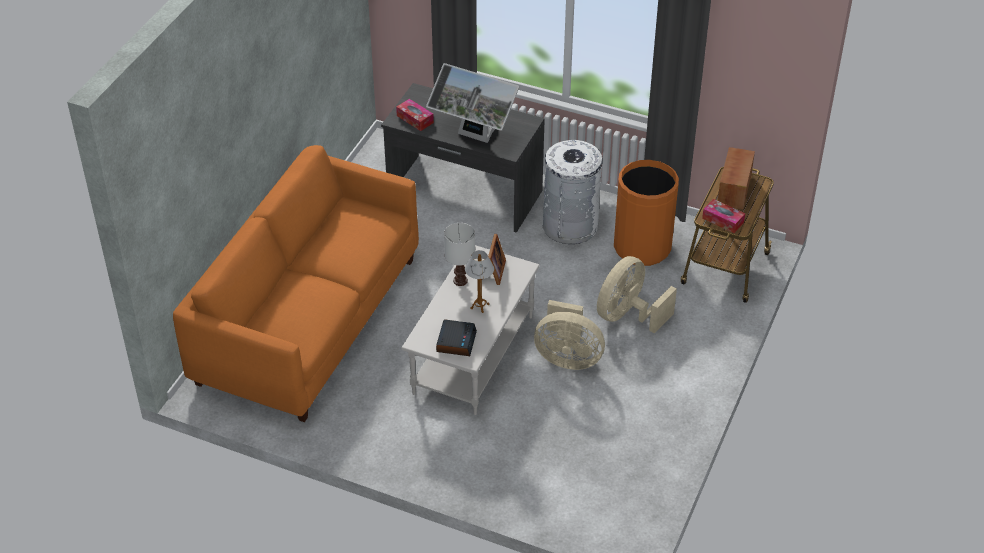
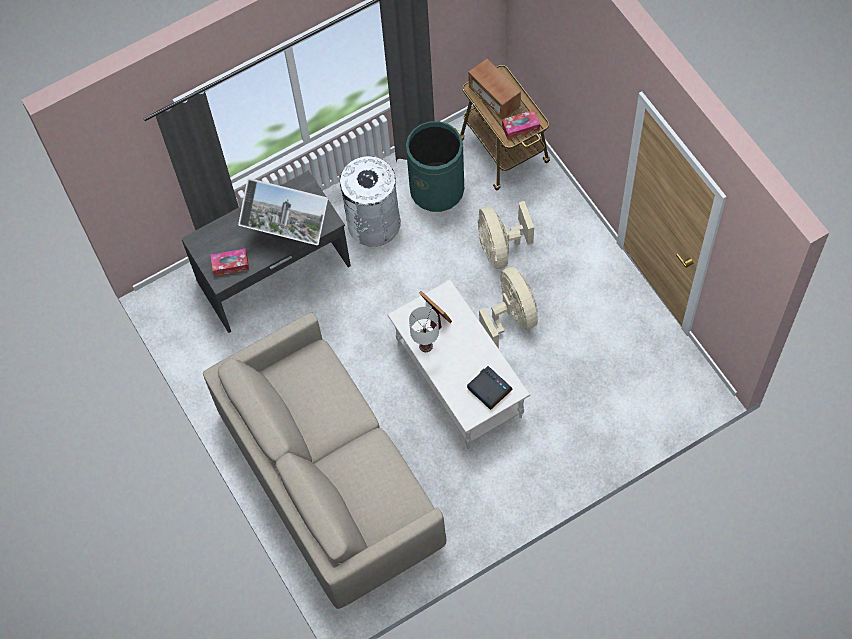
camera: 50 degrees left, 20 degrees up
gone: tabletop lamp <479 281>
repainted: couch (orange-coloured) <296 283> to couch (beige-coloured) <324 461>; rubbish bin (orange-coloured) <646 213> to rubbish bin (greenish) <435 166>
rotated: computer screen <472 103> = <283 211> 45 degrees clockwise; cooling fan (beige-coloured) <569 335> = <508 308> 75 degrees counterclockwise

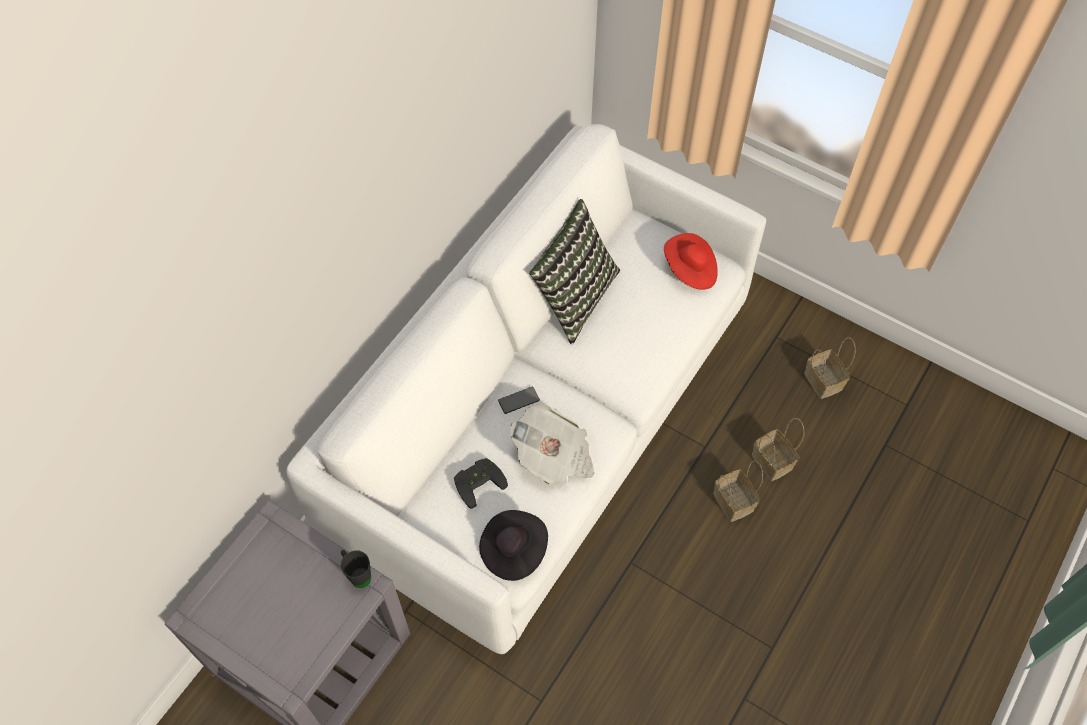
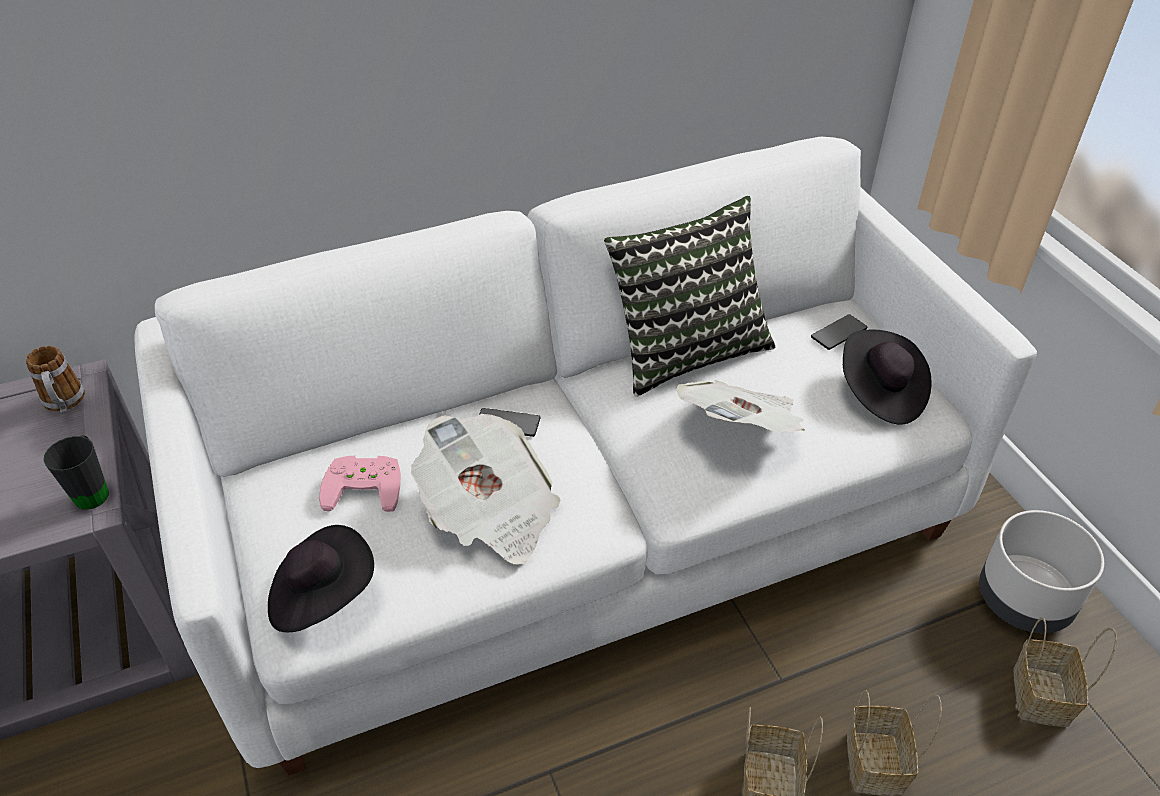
camera: 35 degrees right, 15 degrees down
new: tea mug <55 380>; printed paper <740 406>; phone <839 332>; plant pot (gray) <1041 571>
repainted: joypad (black-coloured) <481 483> to joypad (pink) <360 484>; clothing hat (red-coloured) <691 261> to clothing hat (black-coloured) <887 377>

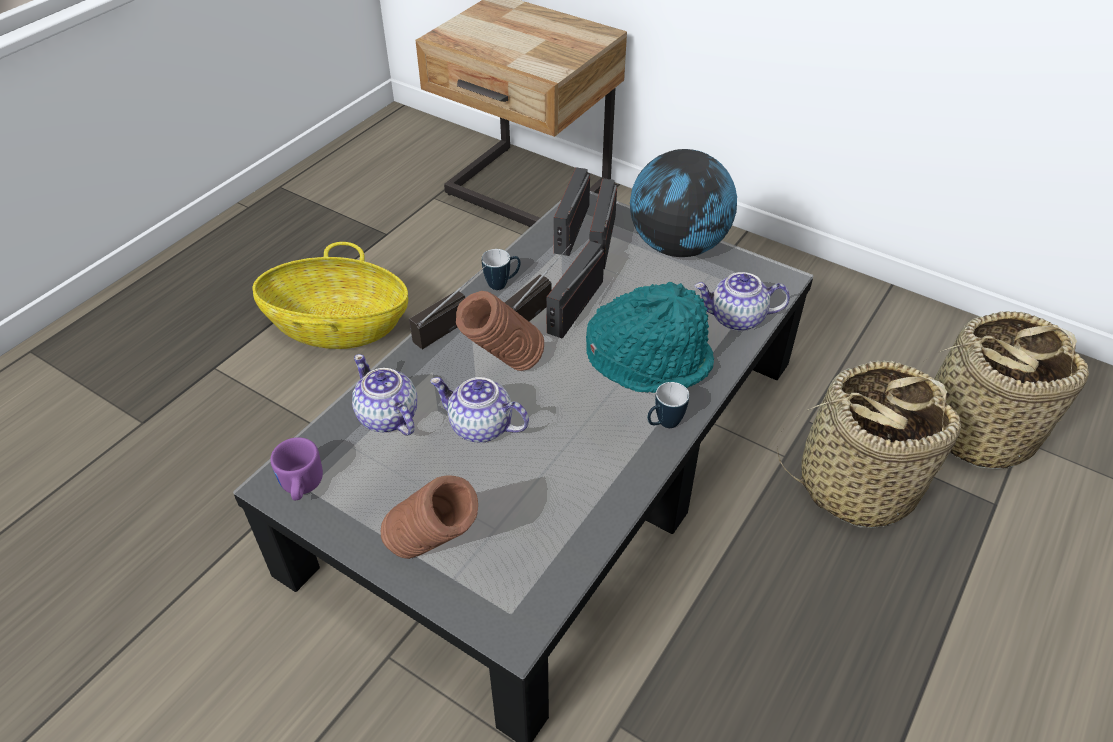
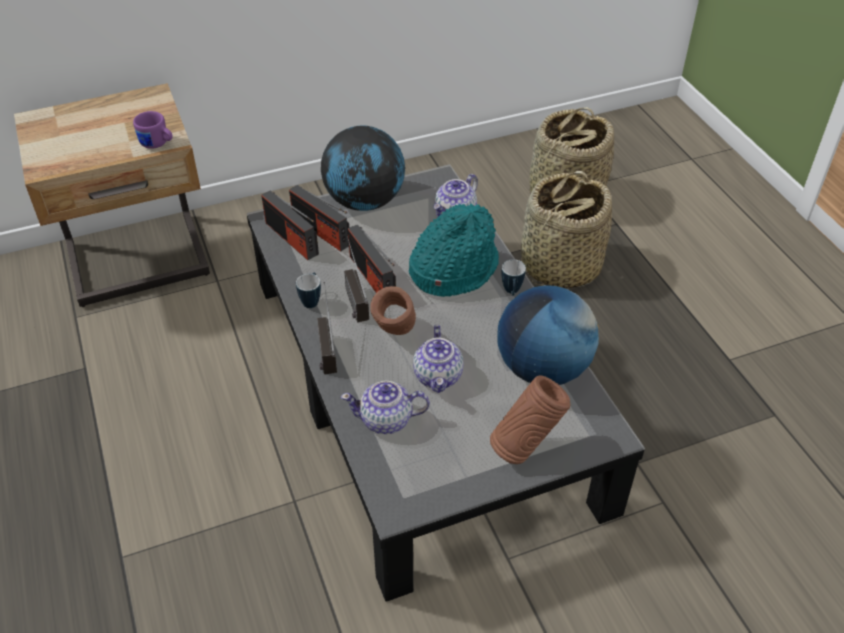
camera: 55 degrees left, 0 degrees up
gone: storage basket <330 295>
new: world globe <548 335>
shifted: tea mug (purple-coloured) <296 468> to <153 130>
rotated: teapot <479 410> = <438 359> 60 degrees counterclockwise

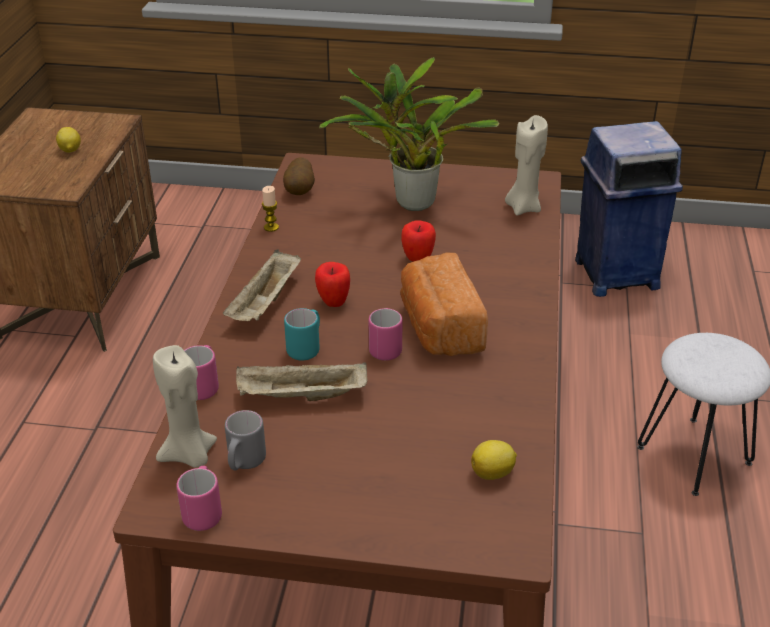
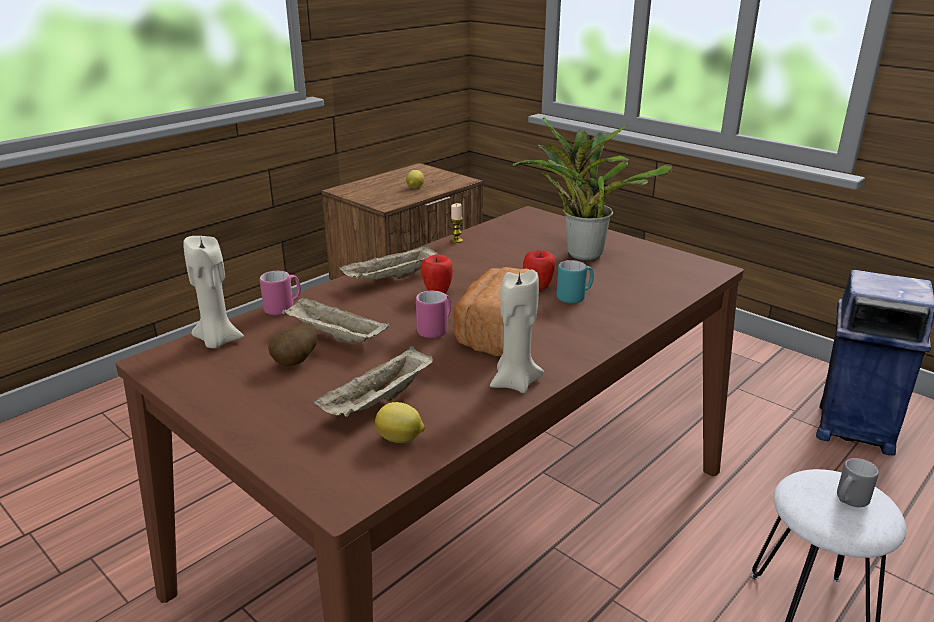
camera: 35 degrees right, 10 degrees down
gone: tea mug (pink) <199 498>
new: serving tray (beige-coloured) <373 381>
shifted: tea mug (gray) <245 440> to <858 482>; potato <299 176> to <292 344>; tea mug (blue-green) <302 334> to <575 282>; wax candle (beige-coloured) <526 165> to <517 331>

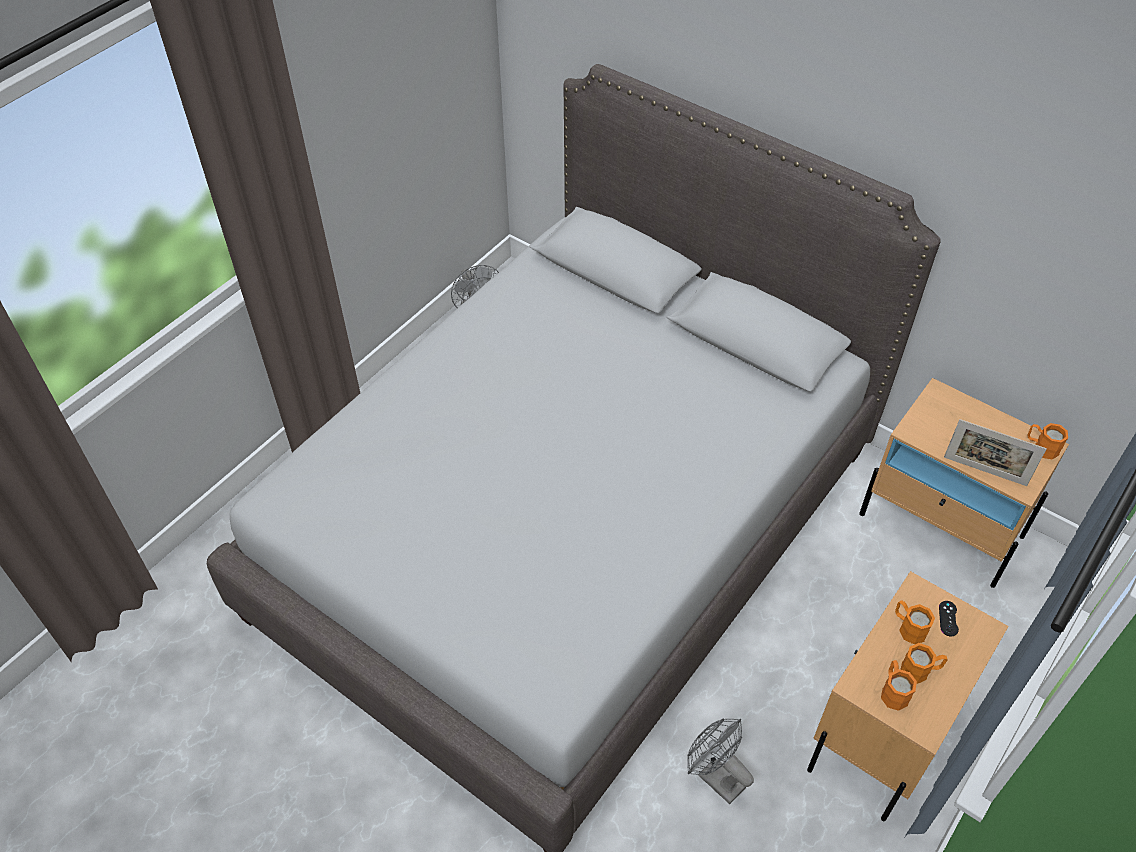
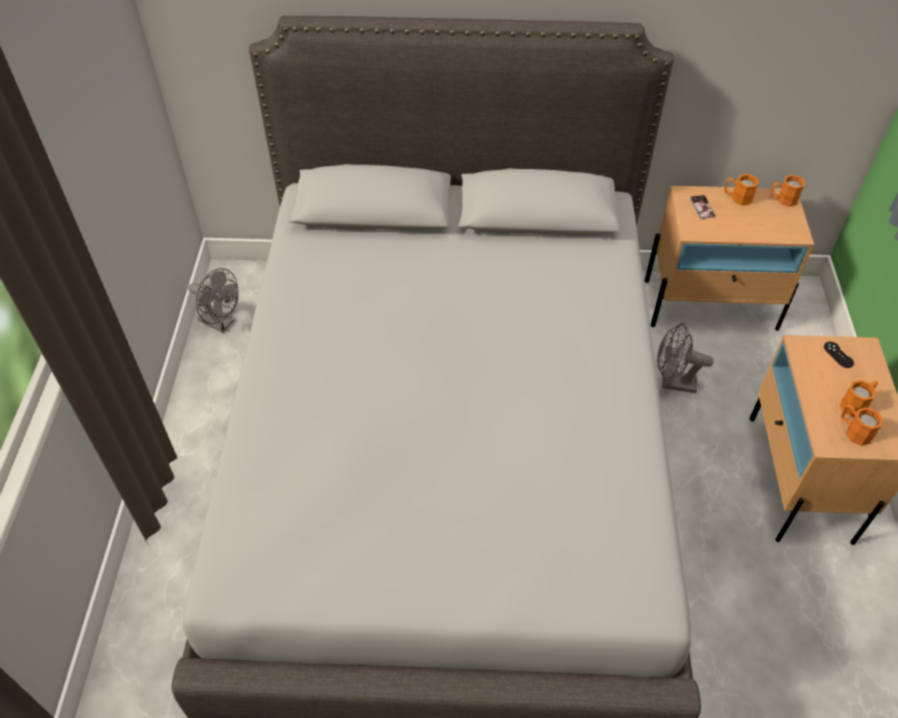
camera: 35 degrees left, 0 degrees up
gone: picture frame <995 452>
new: phone <702 207>
shifted: cooling fan (gray) <720 761> to <685 358>; tea mug (orange-coloured) <915 622> to <741 190>

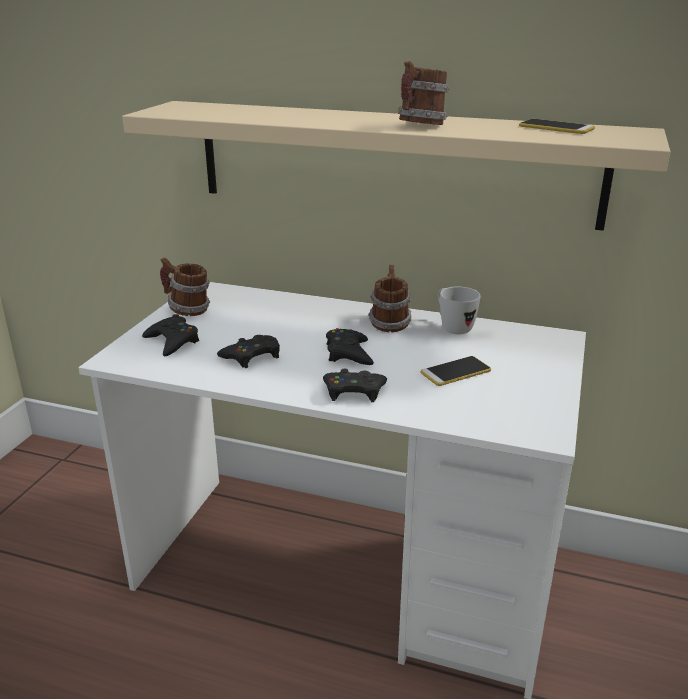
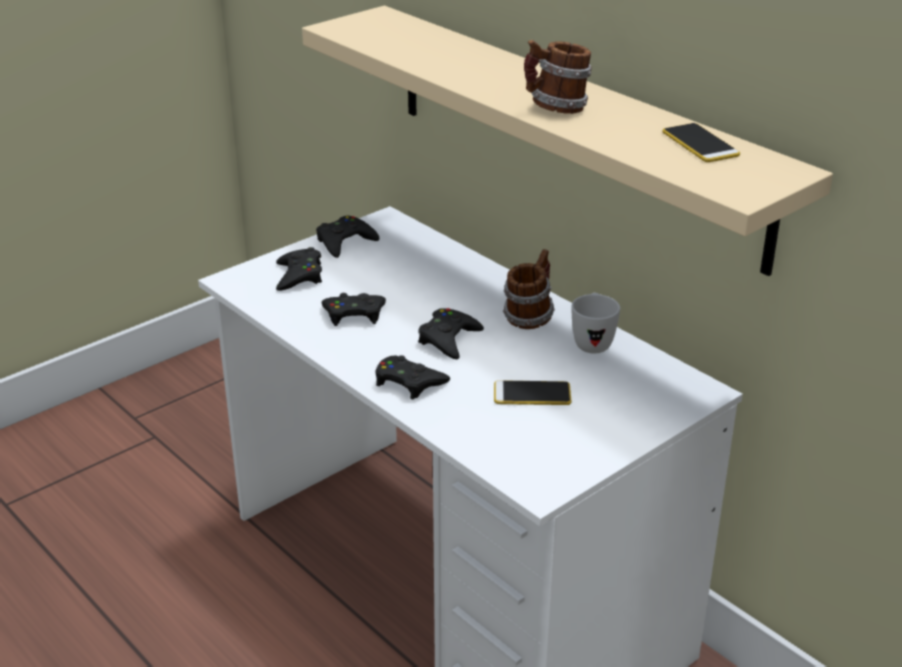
camera: 30 degrees right, 5 degrees up
swapped: tea mug <185 287> to joypad (black-coloured) <347 237>

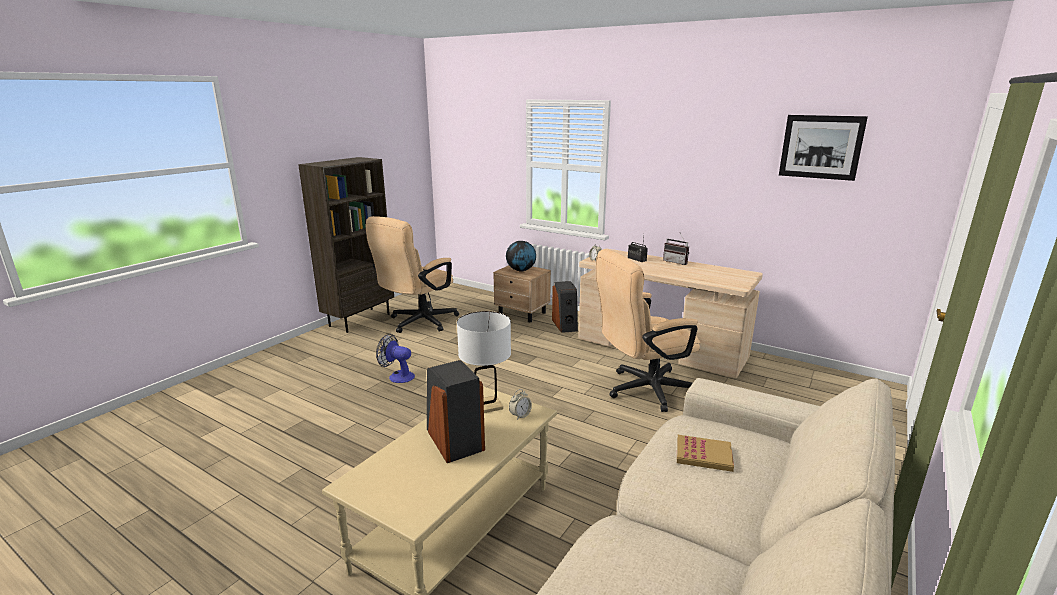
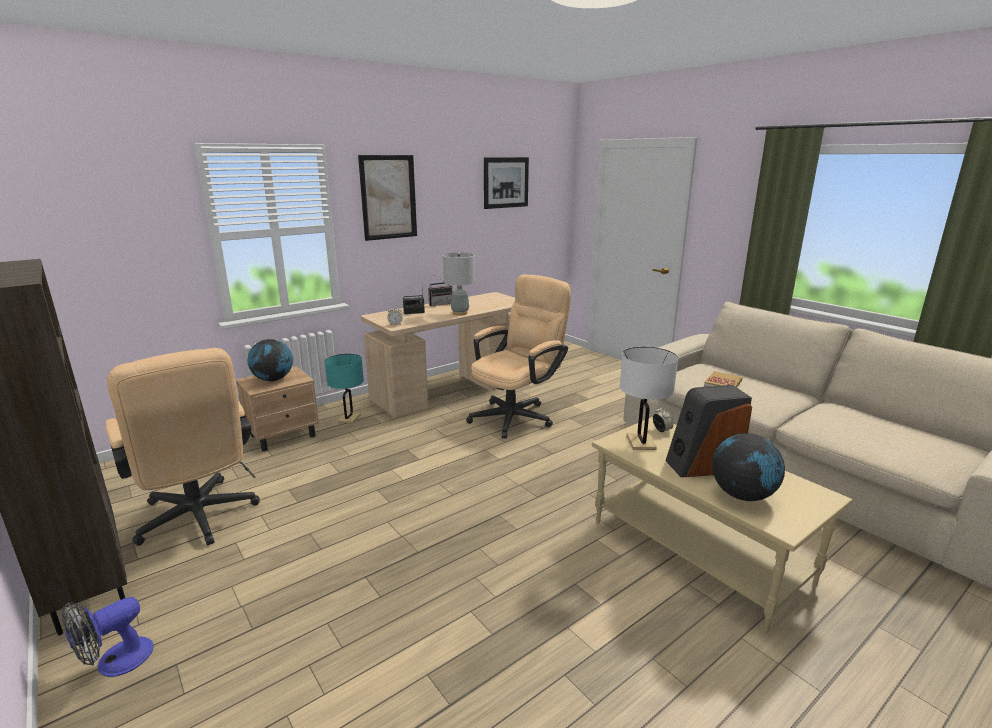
camera: 70 degrees left, 0 degrees up
new: wall picture <387 198>; tabletop lamp (gray) <459 284>; world globe <748 467>
shifted: cooling fan <395 358> to <108 637>
swapped: speaker <565 307> to tabletop lamp (blue-green) <344 389>
rotated: office chair (beige-coloured) <648 330> = <518 356> 135 degrees counterclockwise

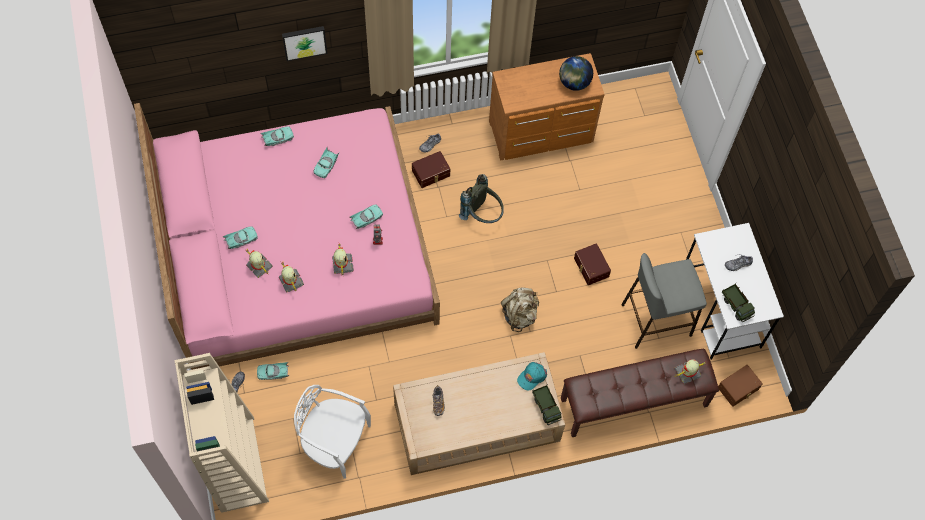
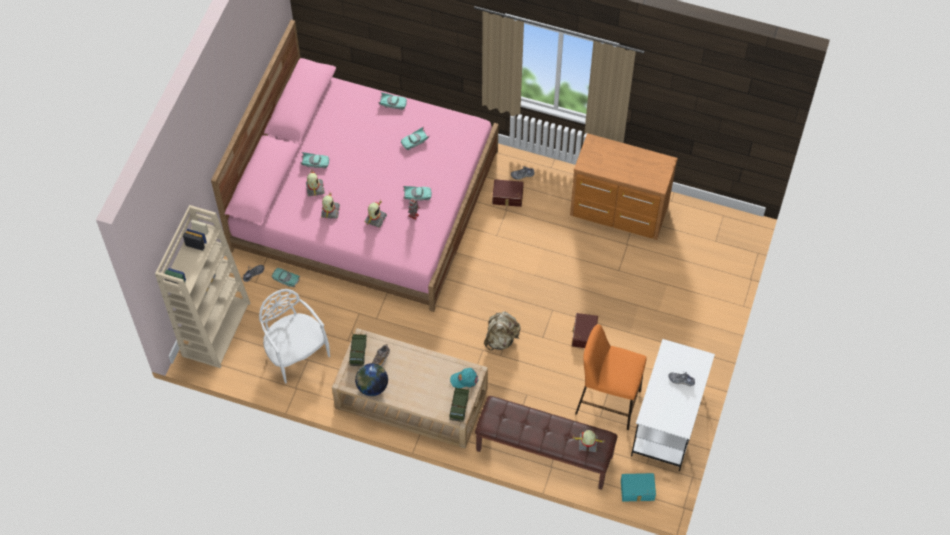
camera: 35 degrees right, 5 degrees down
gone: wall picture <304 43>; backpack (gray) <481 198>
shifted: world globe <576 73> to <371 379>; toy truck <738 302> to <358 349>
repainted: stool seat (gray) <664 301> to stool seat (orange-coloured) <611 377>; storage box (brown) <740 386> to storage box (blue-green) <638 487>

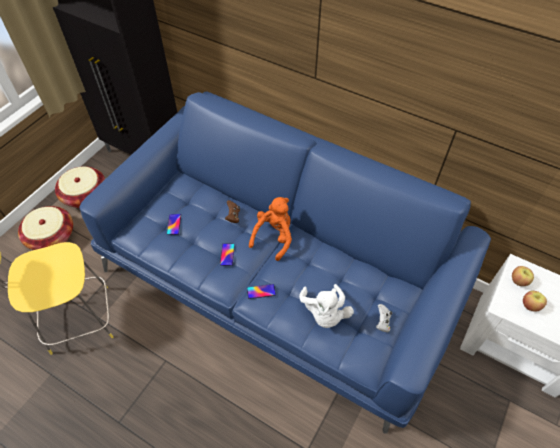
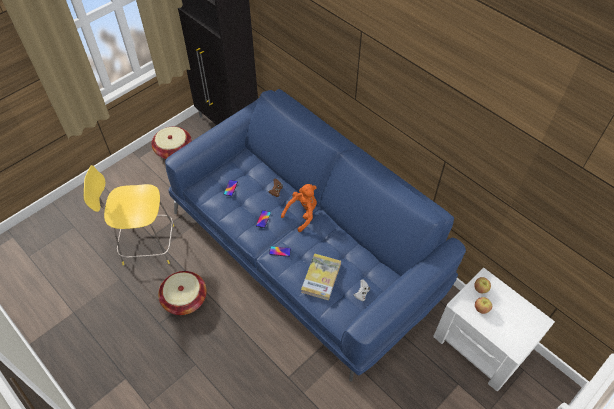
camera: 15 degrees right, 0 degrees up
shifted: storage basket <45 228> to <182 293>
swapped: cuddly toy (white) <326 306> to book <321 276>

